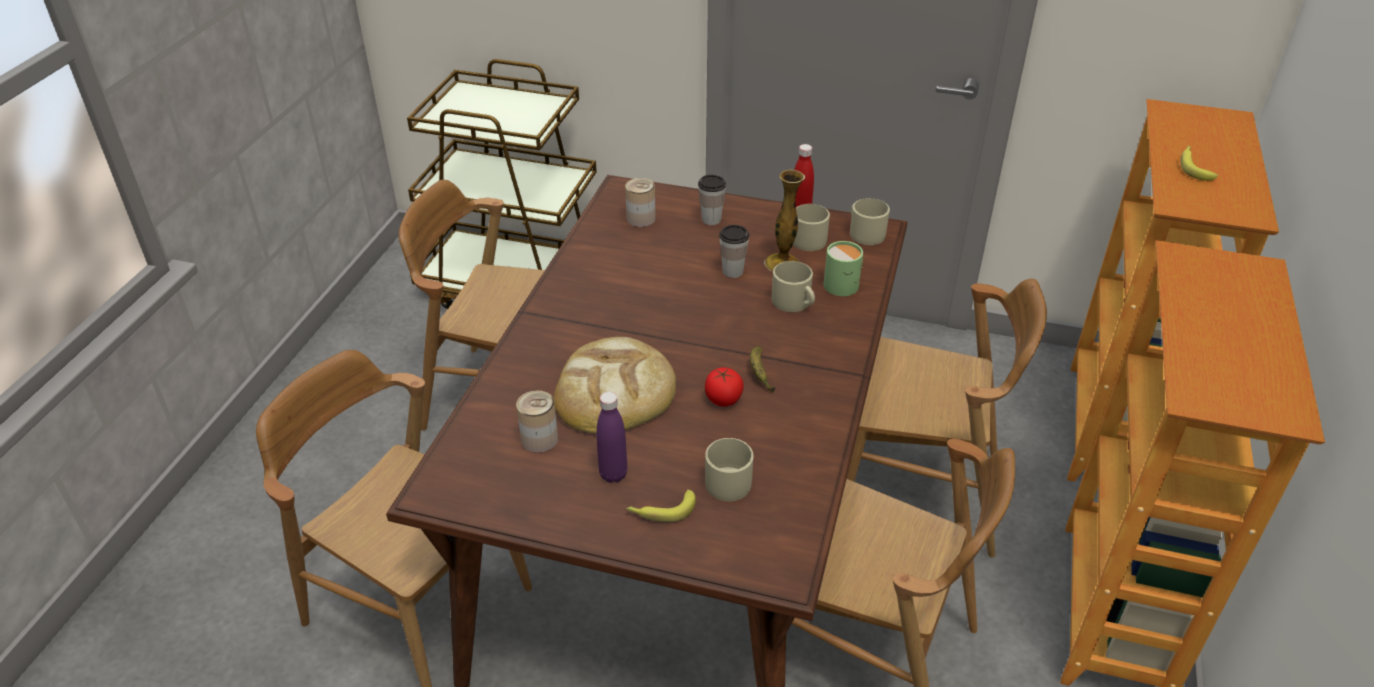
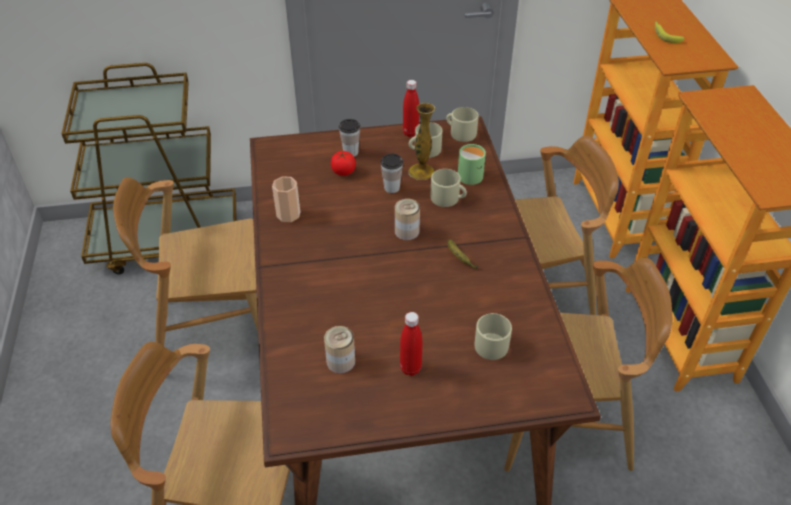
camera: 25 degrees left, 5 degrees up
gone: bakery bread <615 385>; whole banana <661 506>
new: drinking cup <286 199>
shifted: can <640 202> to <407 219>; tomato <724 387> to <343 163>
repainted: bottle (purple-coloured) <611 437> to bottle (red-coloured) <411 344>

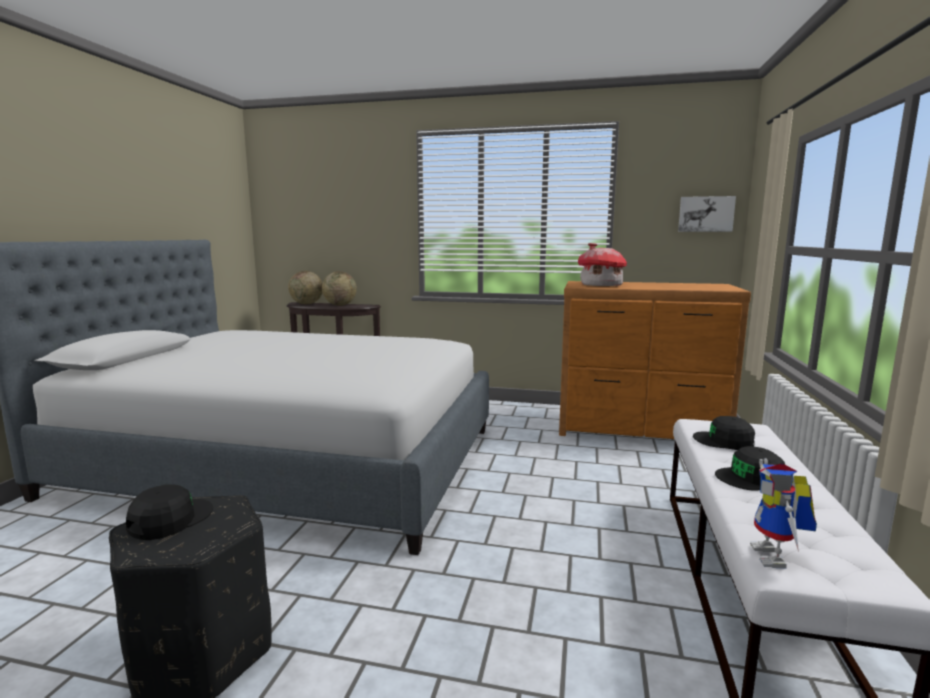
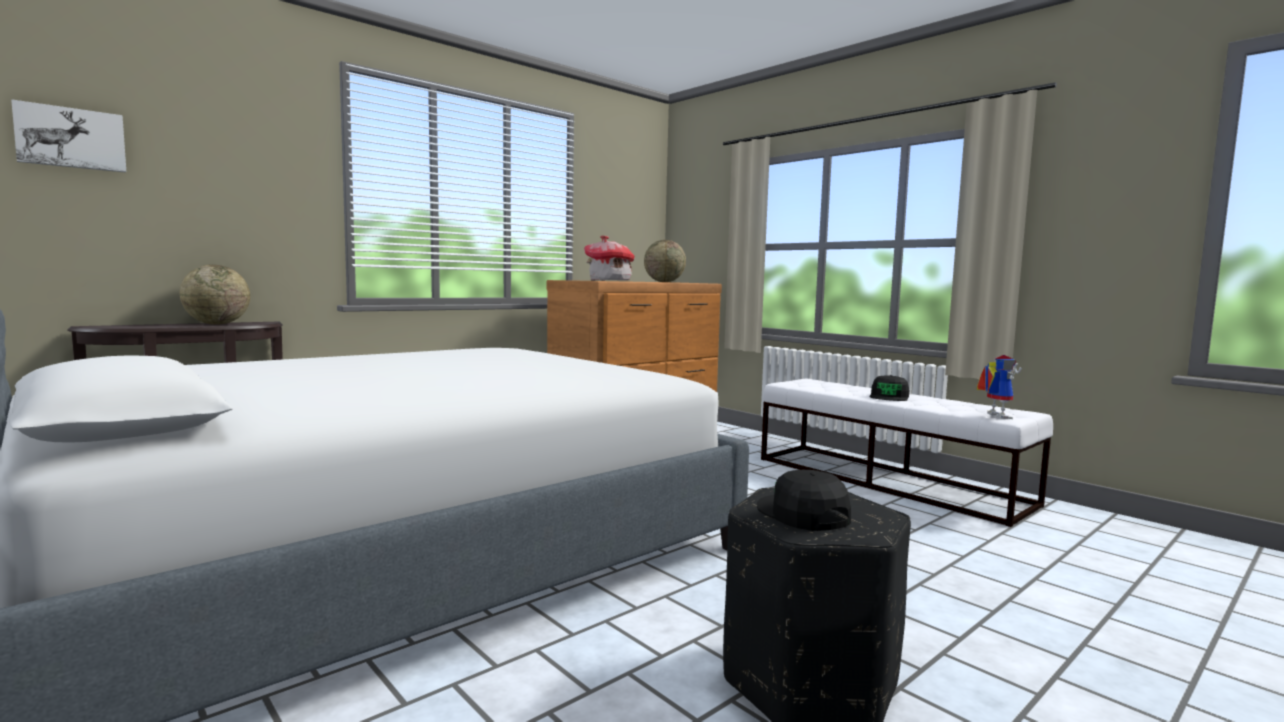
camera: 55 degrees left, 5 degrees down
gone: cap (black-coloured) <724 433>
shifted: world globe <305 287> to <665 261>; wall picture <707 214> to <68 136>
rotated: model robot <783 513> = <999 387> 135 degrees counterclockwise

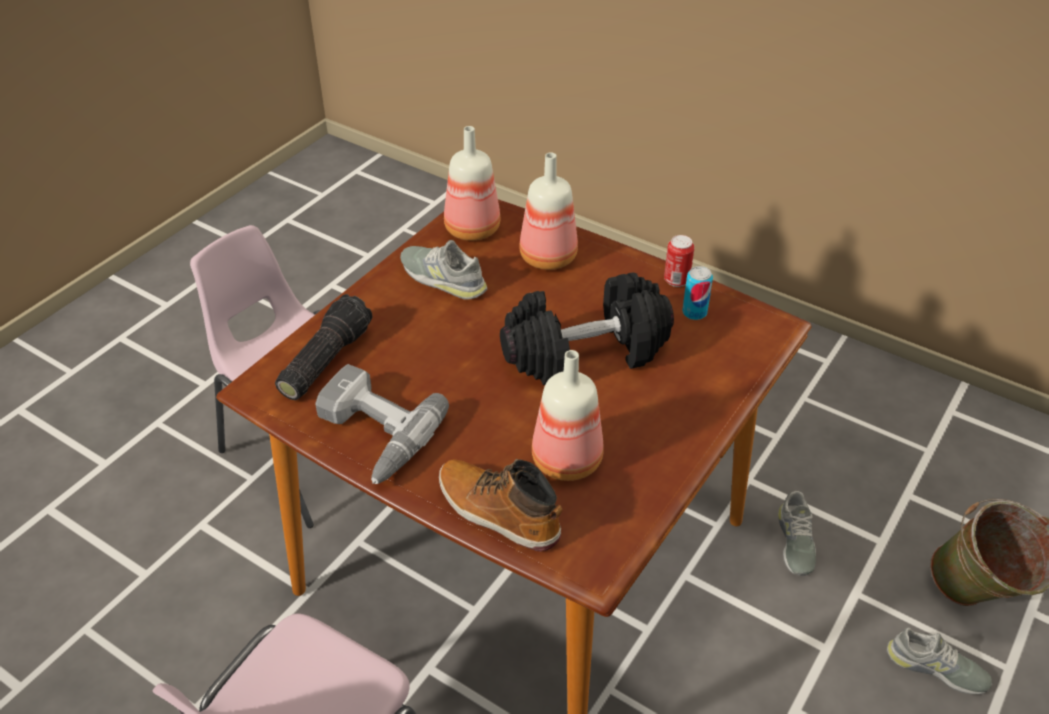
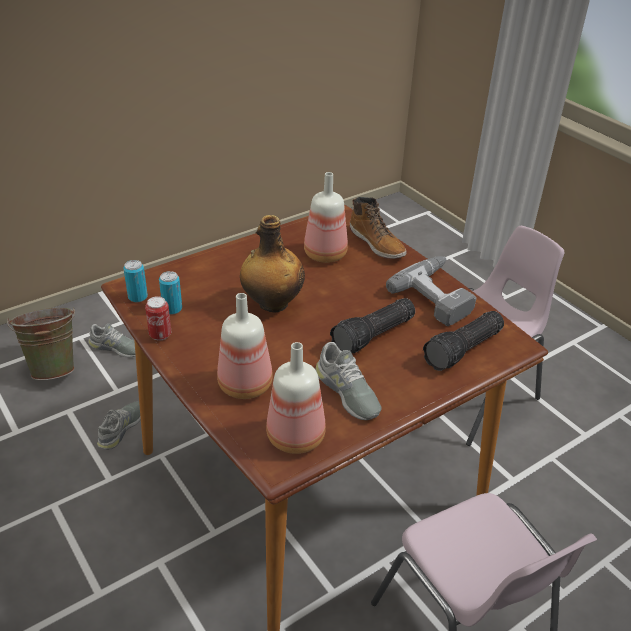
camera: 160 degrees left, 5 degrees down
new: can <135 281>; torch <372 325>
swapped: hand weight (black-coloured) <587 329> to bottle <272 263>
rotated: item of footwear (gray) <939 661> = <112 340> 150 degrees clockwise

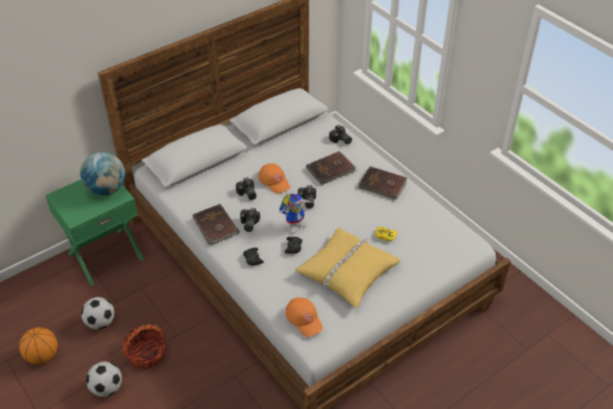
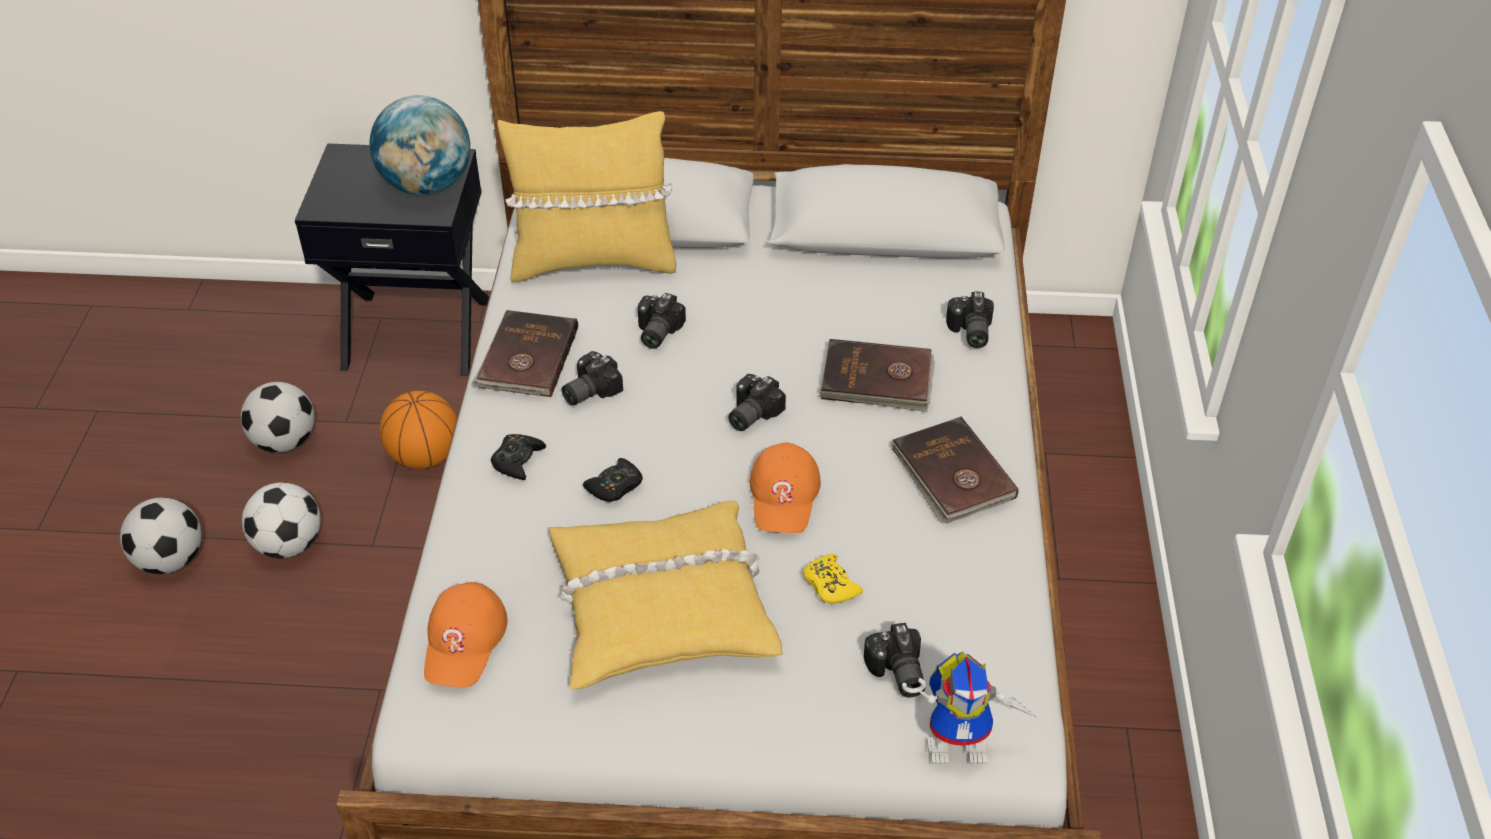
camera: 40 degrees right, 0 degrees up
new: throw pillow (yellow-coloured) <586 196>; still camera <894 660>
shifted: basketball ball <38 345> to <418 430>; cap (orange-coloured) <274 178> to <785 487>; model robot <295 214> to <970 708>
swapped: storage basket <143 347> to football <281 520>
repainted: nightstand (greenish) <94 233> to nightstand (black-coloured) <392 260>

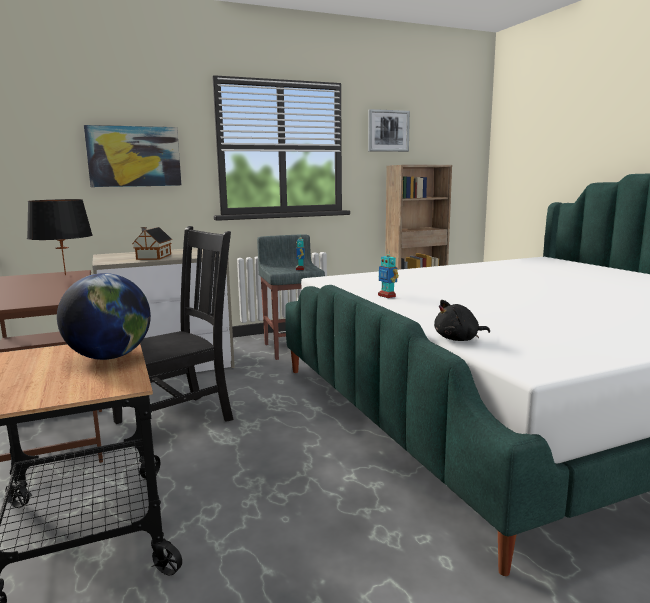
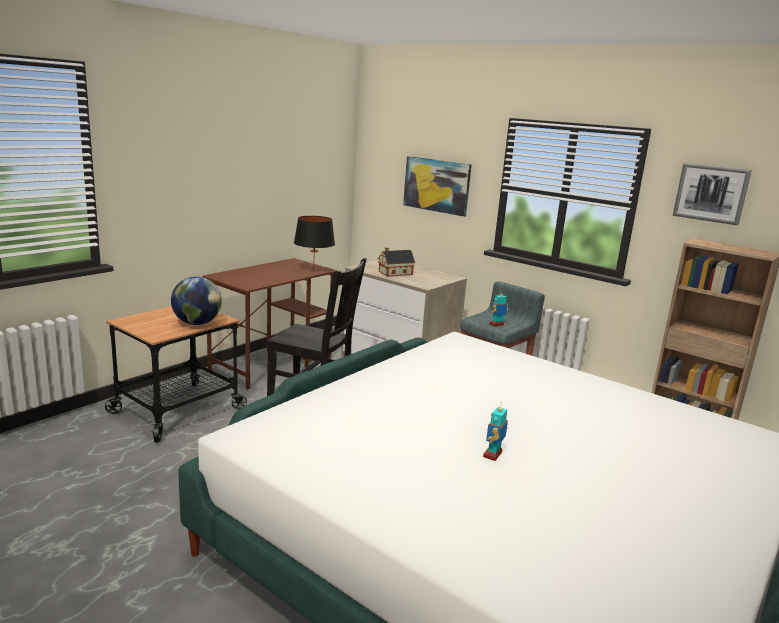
camera: 60 degrees right, 5 degrees up
gone: cuddly toy (black-coloured) <462 320>
shifted: model robot <388 273> to <495 431>

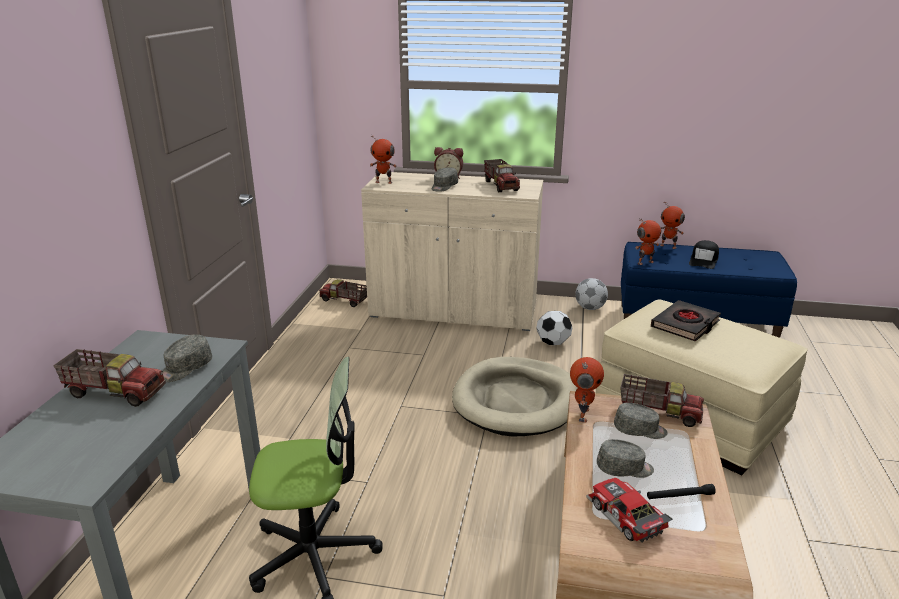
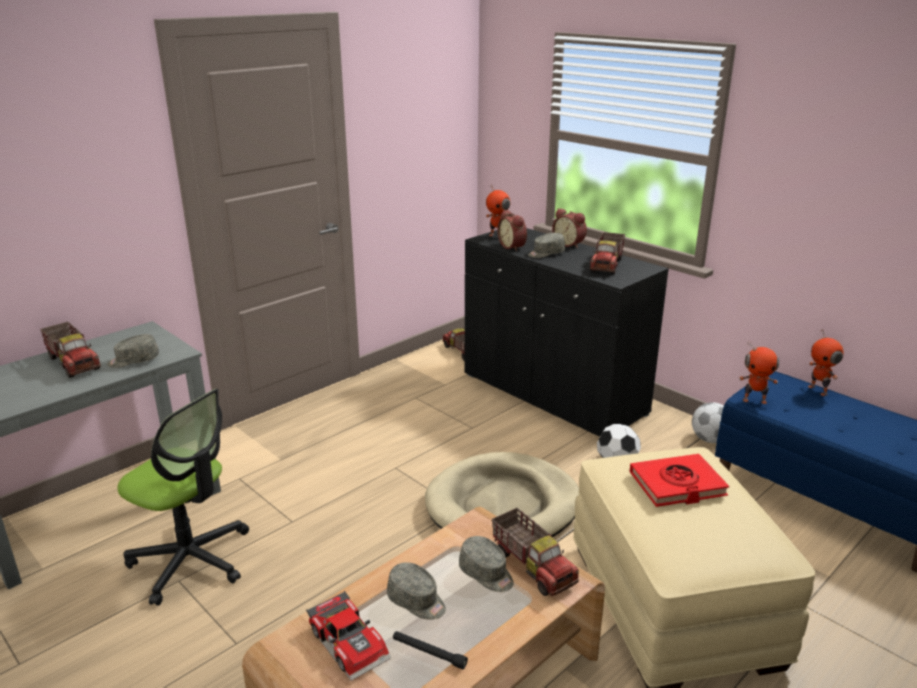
camera: 35 degrees right, 0 degrees up
gone: model robot <587 390>; cap (black-coloured) <704 254>
new: alarm clock <512 230>
repainted: cabinet (beige-coloured) <452 251> to cabinet (black-coloured) <567 332>; book (black-coloured) <686 320> to book (red-coloured) <679 480>
rotated: model car <629 510> = <348 636> 135 degrees clockwise

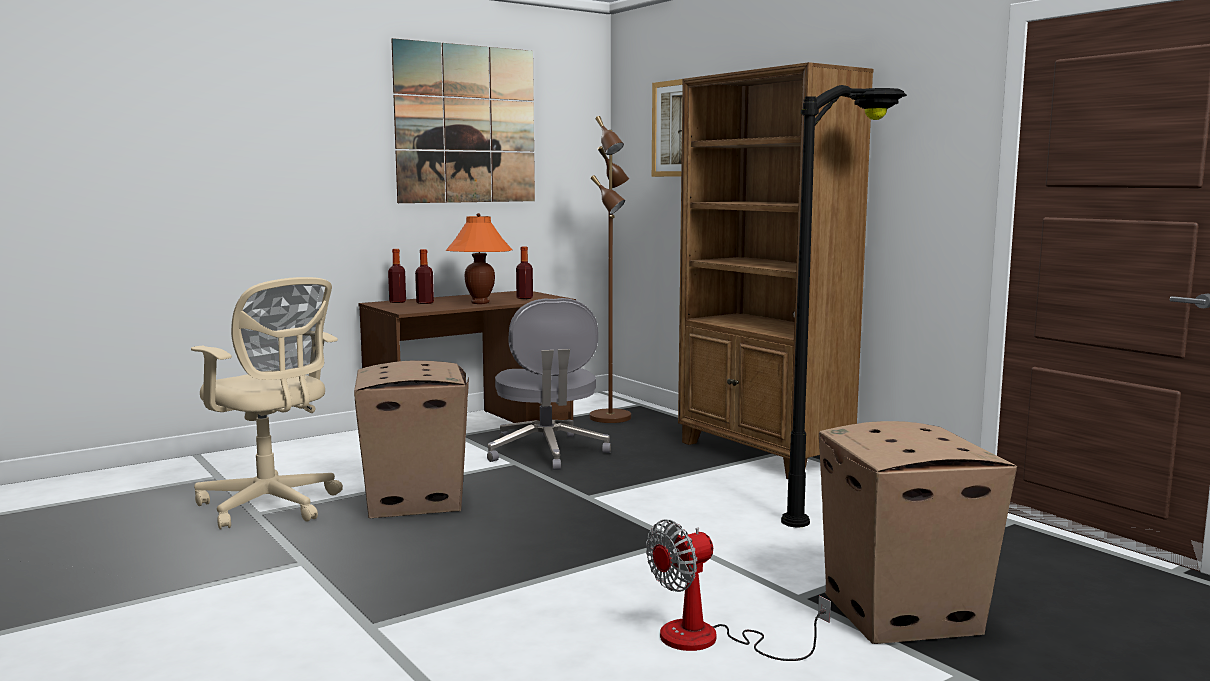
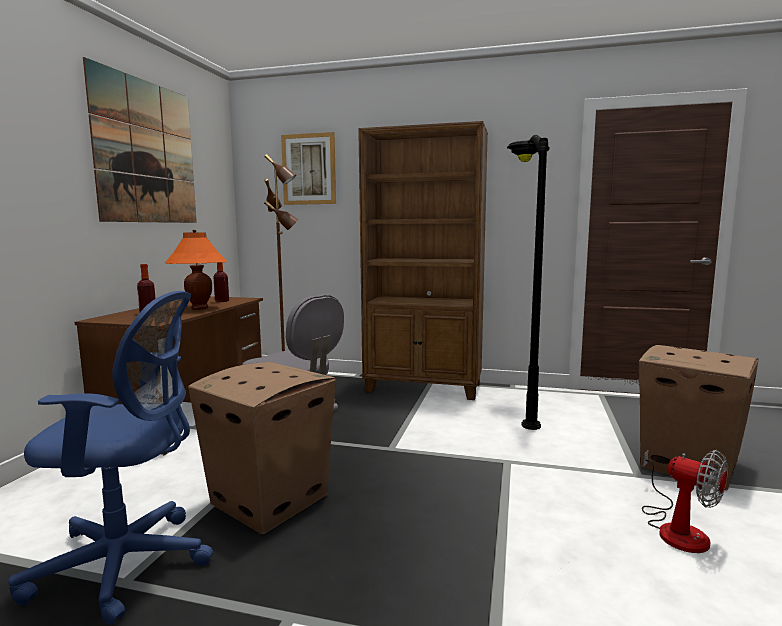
camera: 40 degrees left, 0 degrees up
gone: bottle <397 276>
repainted: office chair (beige-coloured) <267 403> to office chair (blue-coloured) <110 458>
rotated: cooling fan <738 590> = <685 501> 60 degrees counterclockwise

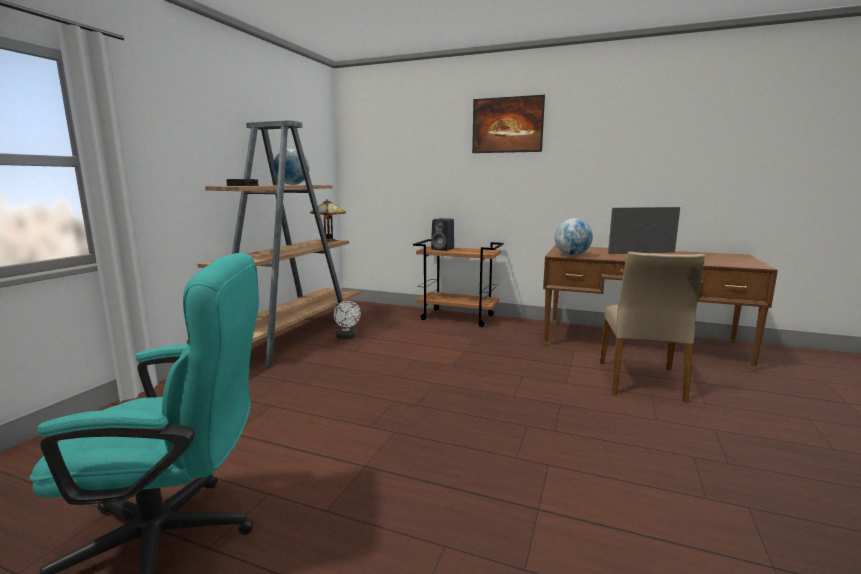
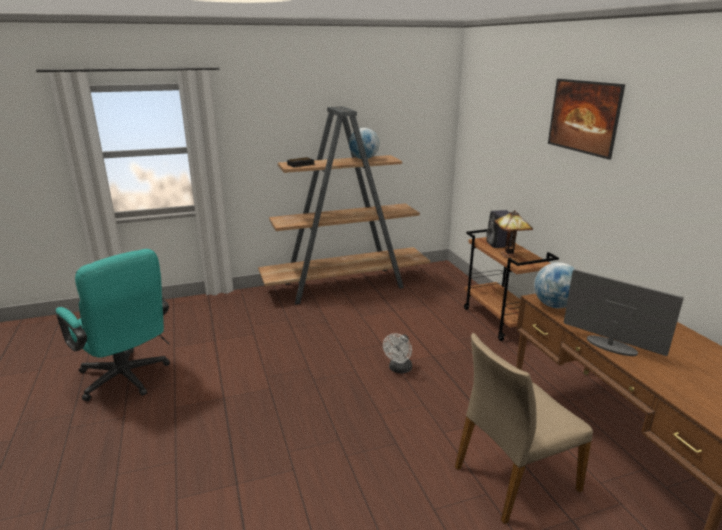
camera: 50 degrees right, 10 degrees up
shifted: tabletop lamp <328 220> to <513 234>; cooling fan (white) <347 320> to <397 353>

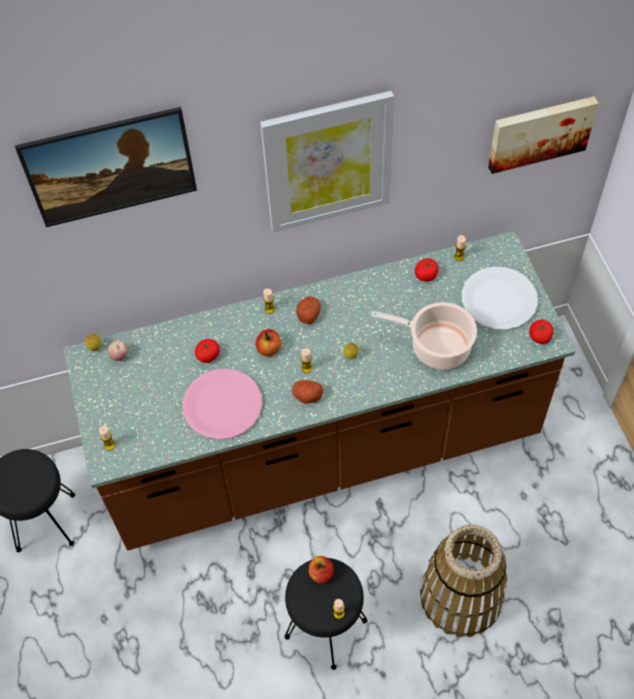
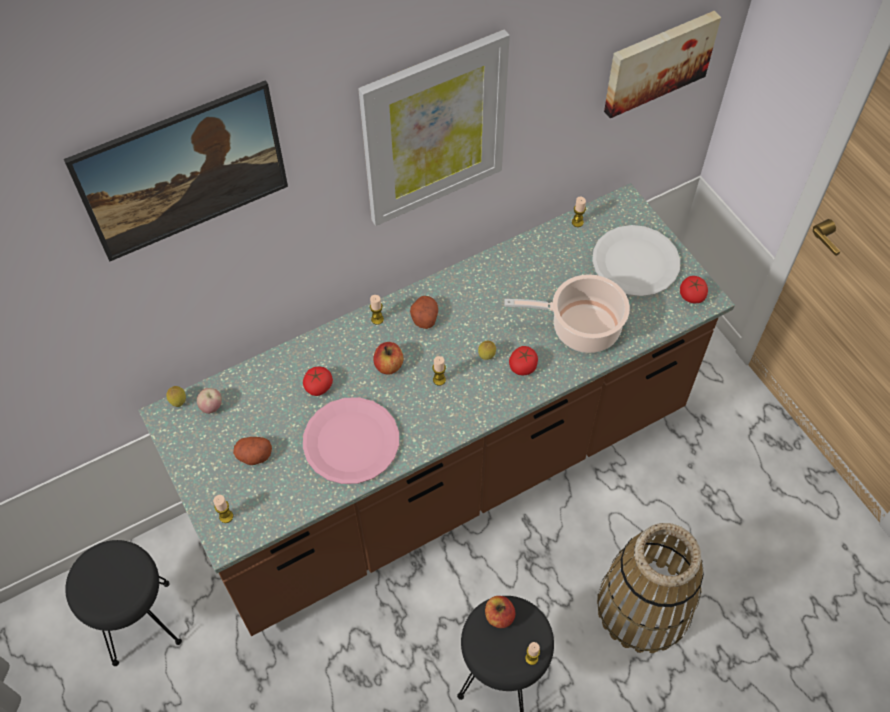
camera: 15 degrees left, 0 degrees up
shifted: potato <307 392> to <252 451>; tomato <427 270> to <523 360>

